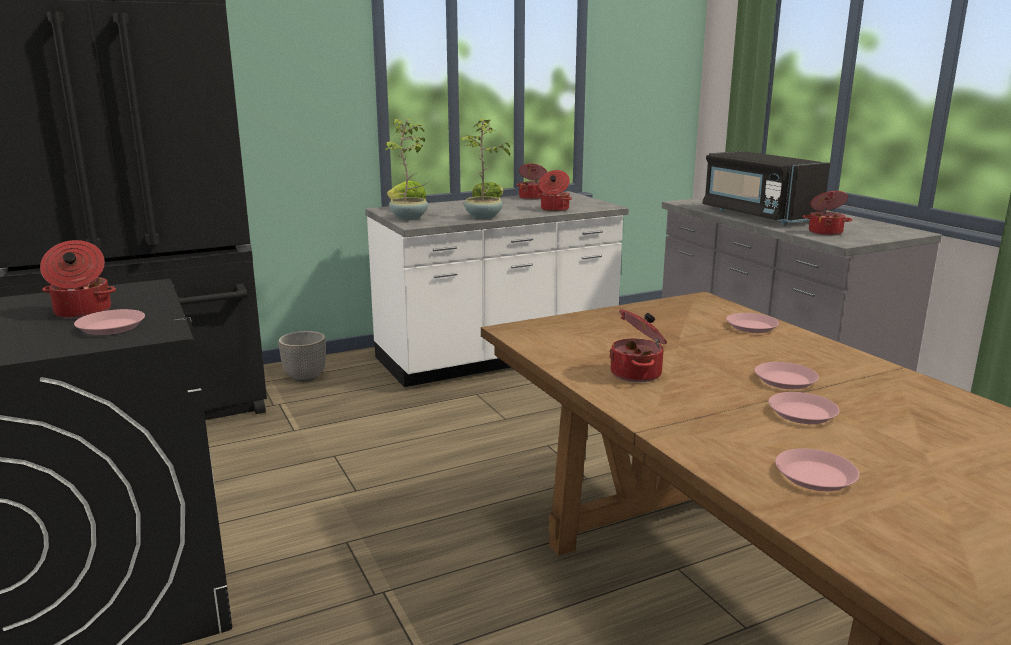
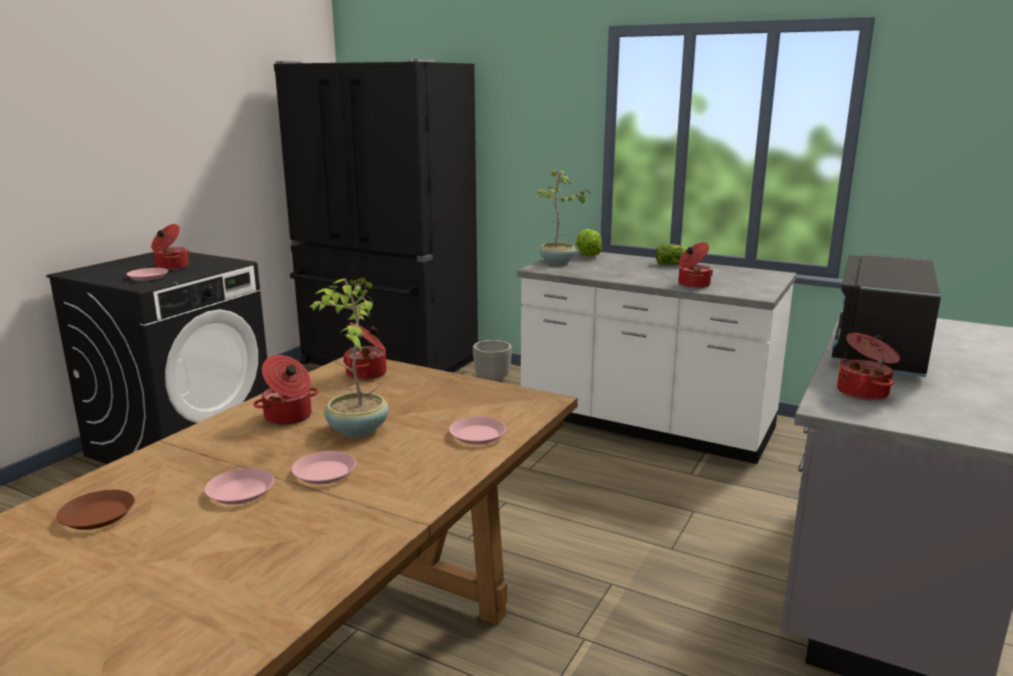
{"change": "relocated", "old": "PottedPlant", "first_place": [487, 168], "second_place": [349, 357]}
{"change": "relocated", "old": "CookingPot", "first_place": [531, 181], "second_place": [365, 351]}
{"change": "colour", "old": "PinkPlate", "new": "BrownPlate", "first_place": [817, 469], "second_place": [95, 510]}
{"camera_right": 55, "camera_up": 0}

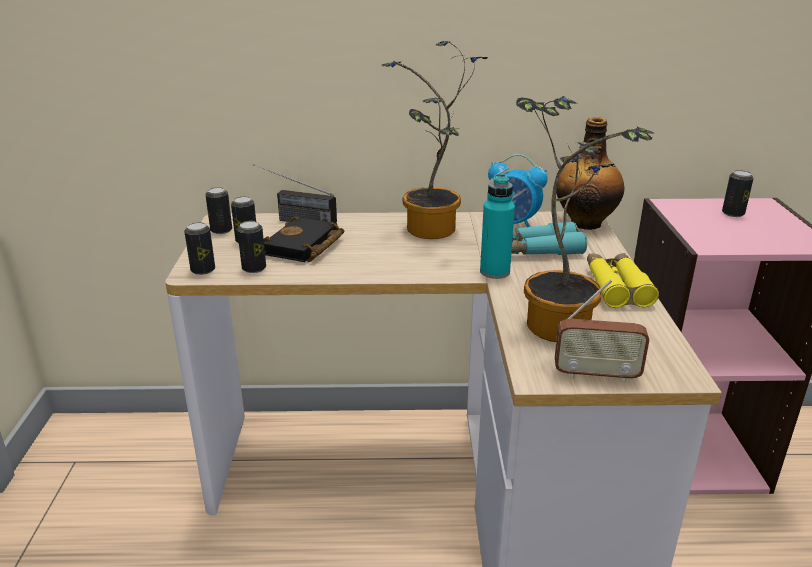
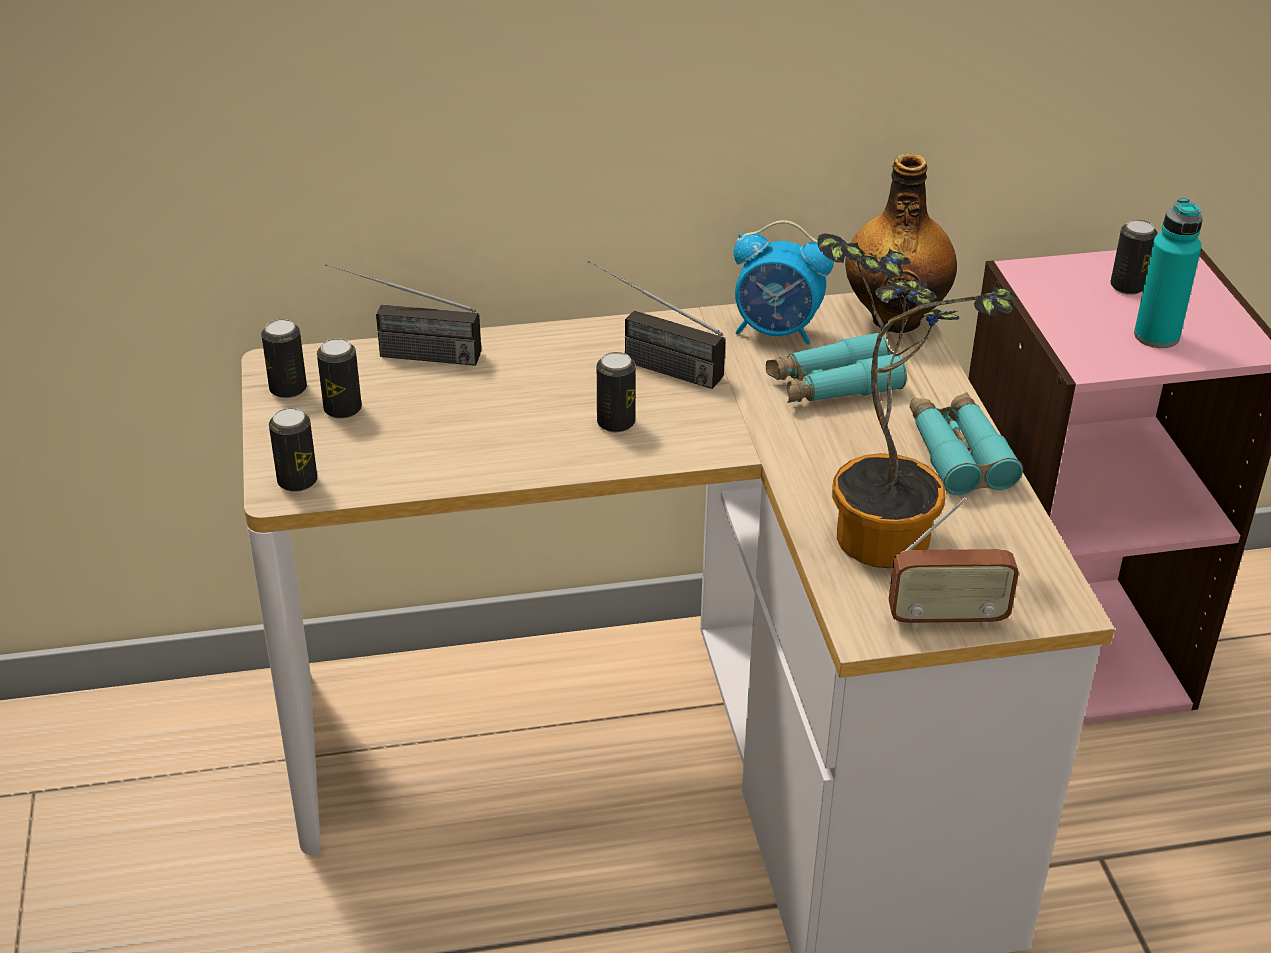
{"change": "exchanged", "old": "PottedPlant", "new": "Radio", "first_place": [435, 140], "second_place": [657, 324]}
{"change": "relocated", "old": "TurquoiseBottle", "first_place": [497, 226], "second_place": [1168, 273]}
{"change": "missing", "old": "BlackBook", "first_place": [304, 239]}
{"change": "relocated", "old": "Can", "first_place": [251, 247], "second_place": [616, 392]}
{"change": "colour", "old": "YellowBinoculars", "new": "TurquoiseBinoculars", "first_place": [623, 280], "second_place": [966, 443]}
{"camera_right": -10, "camera_up": 10}

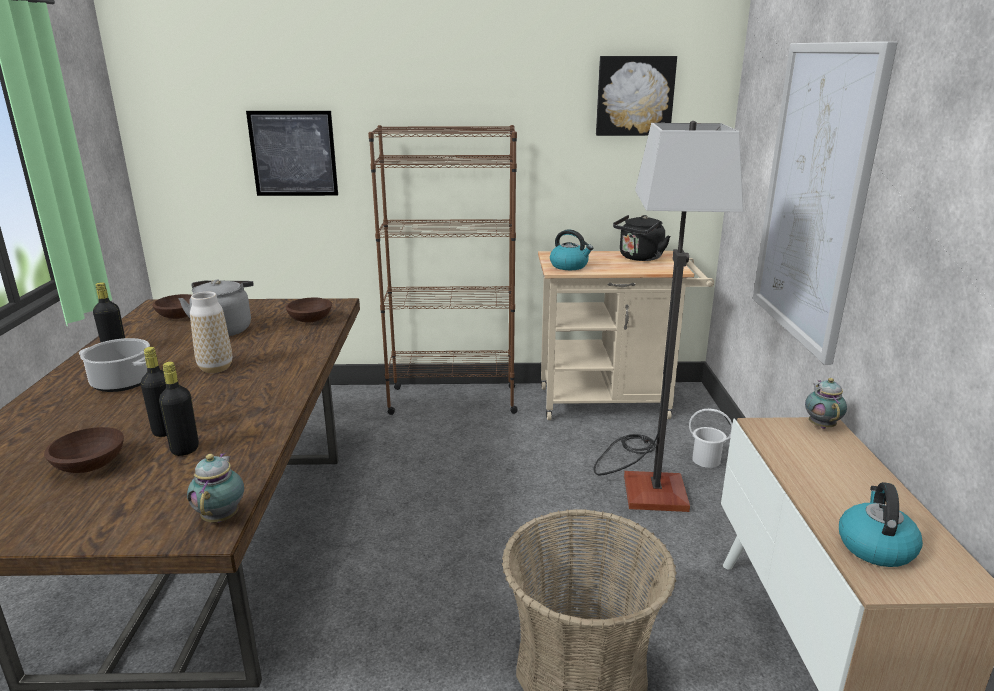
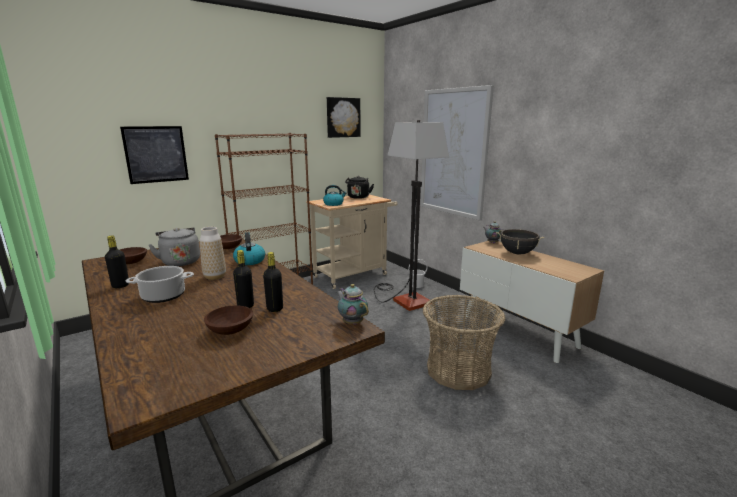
{"change": "relocated", "old": "Kettle", "first_place": [881, 524], "second_place": [249, 248]}
{"change": "appeared", "new": "BlackCookingPot", "second_place": [520, 242]}
{"camera_right": -35, "camera_up": -5}

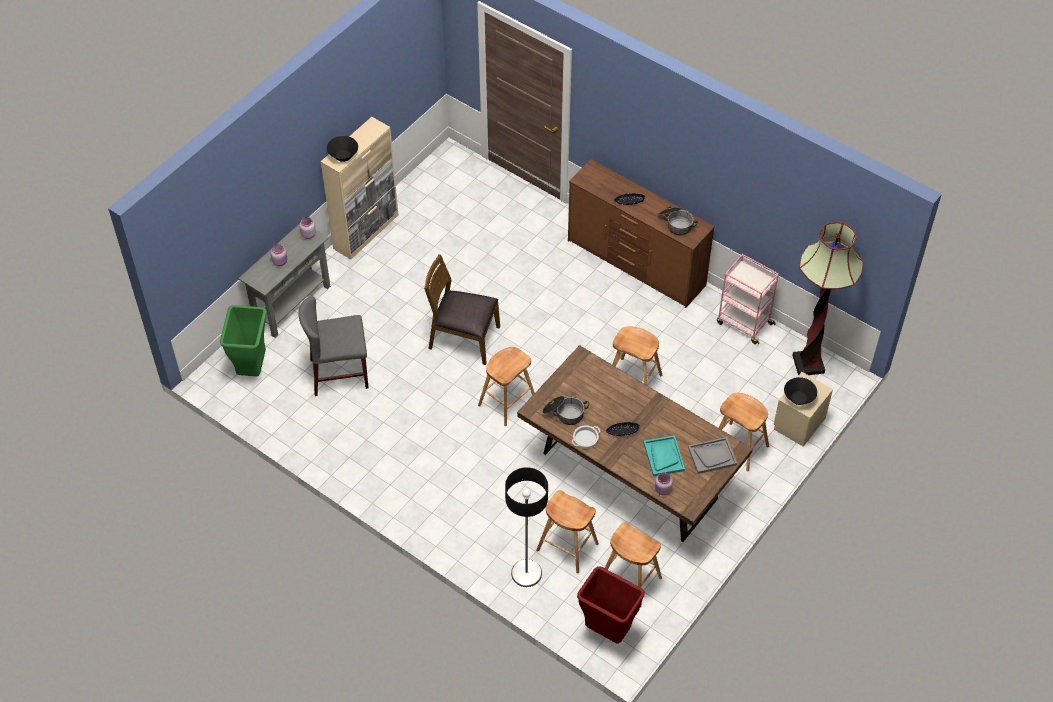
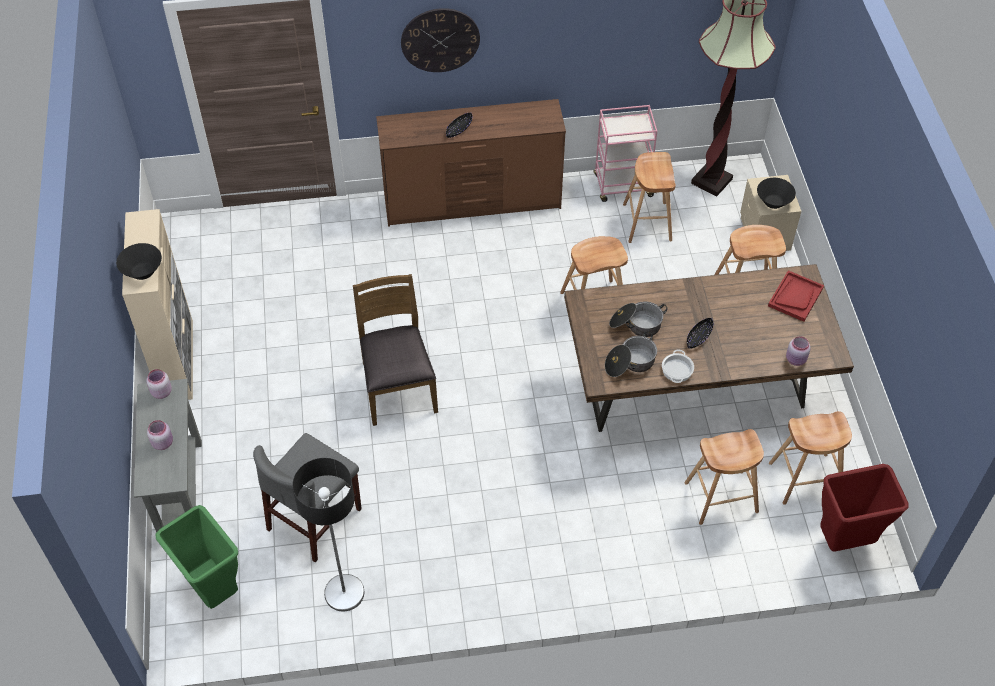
{"change": "relocated", "old": "CookingPot", "first_place": [678, 220], "second_place": [638, 319]}
{"change": "spun", "old": "BrownChair", "first_place": [462, 309], "second_place": [395, 350], "degrees": 105}
{"change": "relocated", "old": "BrownStool", "first_place": [506, 386], "second_place": [649, 197]}
{"change": "missing", "old": "TurquoiseTray", "first_place": [664, 455]}
{"change": "colour", "old": "GreyTray", "new": "RedTray", "first_place": [712, 455], "second_place": [796, 296]}
{"change": "relocated", "old": "FloorLamp", "first_place": [526, 527], "second_place": [328, 535]}
{"change": "appeared", "new": "WallClock", "second_place": [440, 40]}
{"camera_right": -45, "camera_up": 0}

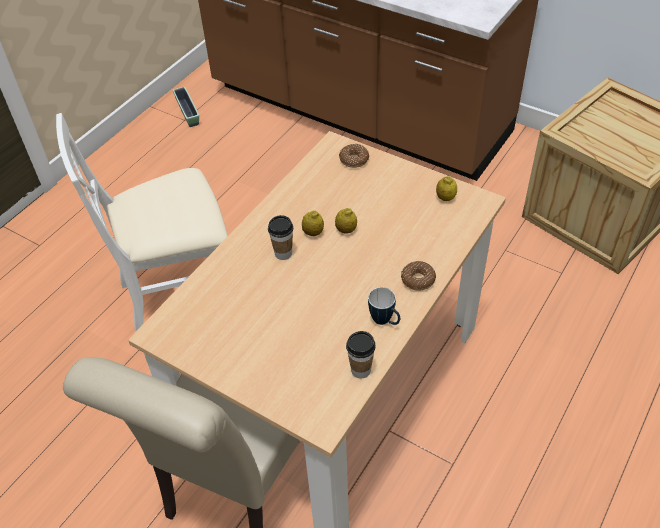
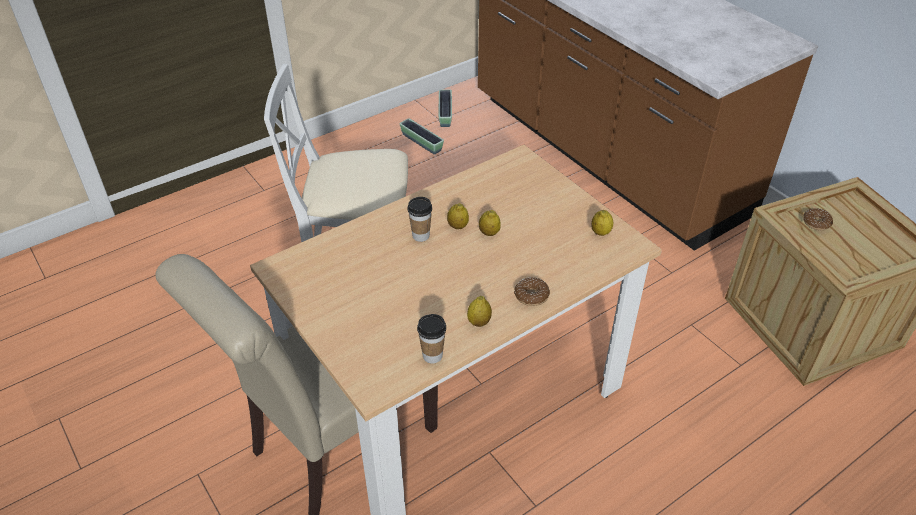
{"change": "relocated", "old": "Donut", "first_place": [354, 156], "second_place": [818, 219]}
{"change": "exchanged", "old": "Mug", "new": "Lemon", "first_place": [384, 306], "second_place": [479, 311]}
{"change": "appeared", "new": "Planter", "second_place": [422, 136]}
{"camera_right": 20, "camera_up": -5}

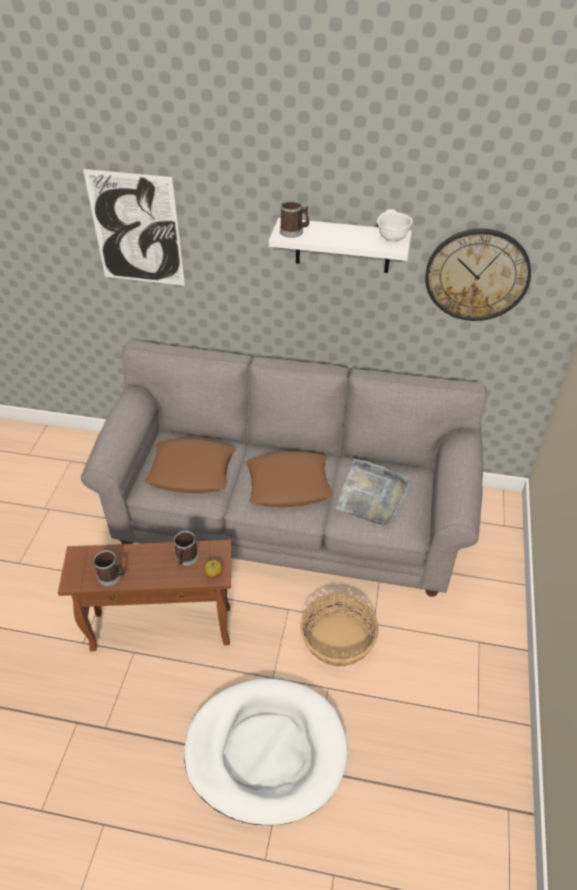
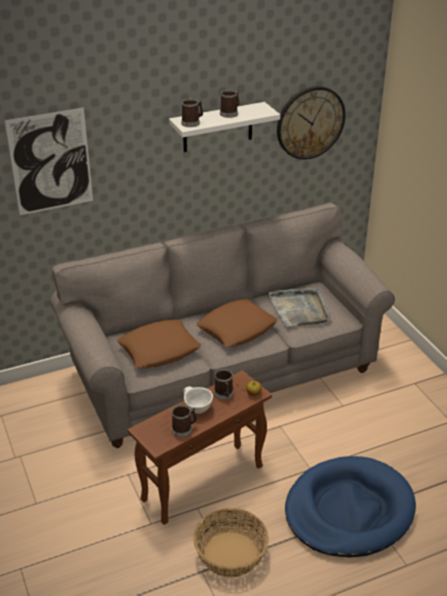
{"change": "relocated", "old": "WhiteBowl", "first_place": [395, 225], "second_place": [198, 400]}
{"change": "relocated", "old": "Basket", "first_place": [339, 629], "second_place": [231, 542]}
{"change": "colour", "old": "WhiteDogBed", "new": "BlueDogBed", "first_place": [266, 752], "second_place": [350, 507]}
{"change": "appeared", "new": "Mug", "second_place": [229, 104]}
{"camera_right": -35, "camera_up": -10}

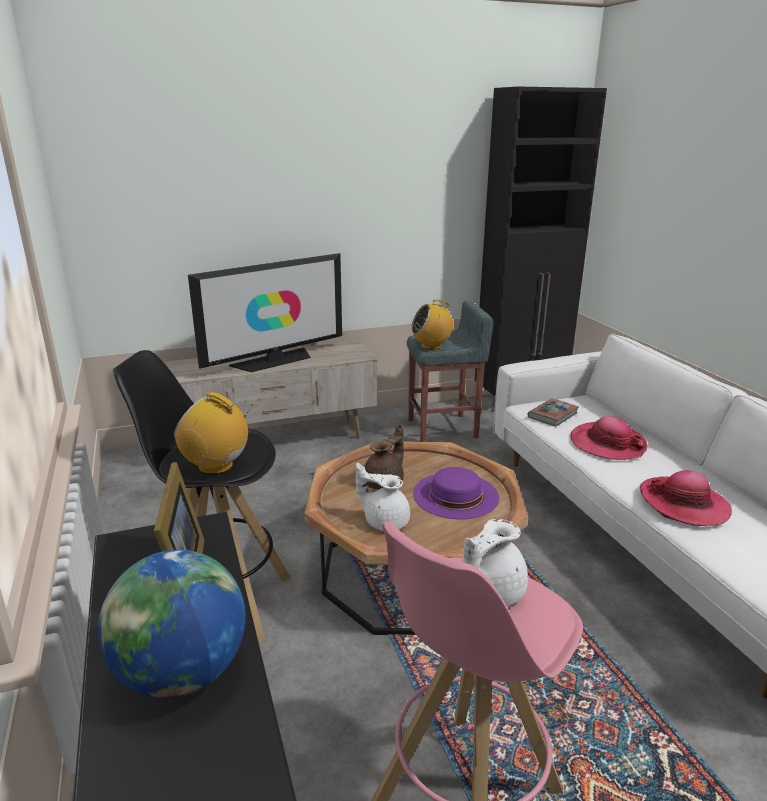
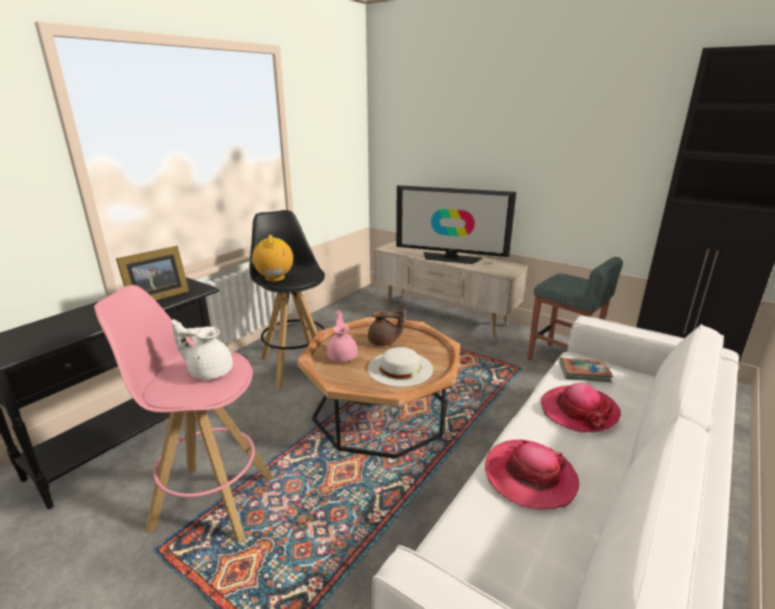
{"change": "missing", "old": "Radio", "first_place": [432, 324]}
{"change": "colour", "old": "WhiteTeapot", "new": "PinkTeapot", "first_place": [383, 497], "second_place": [342, 336]}
{"change": "colour", "old": "PurpleHat", "new": "WhiteHat", "first_place": [456, 493], "second_place": [400, 367]}
{"change": "missing", "old": "Globe", "first_place": [171, 624]}
{"camera_right": 55, "camera_up": 0}

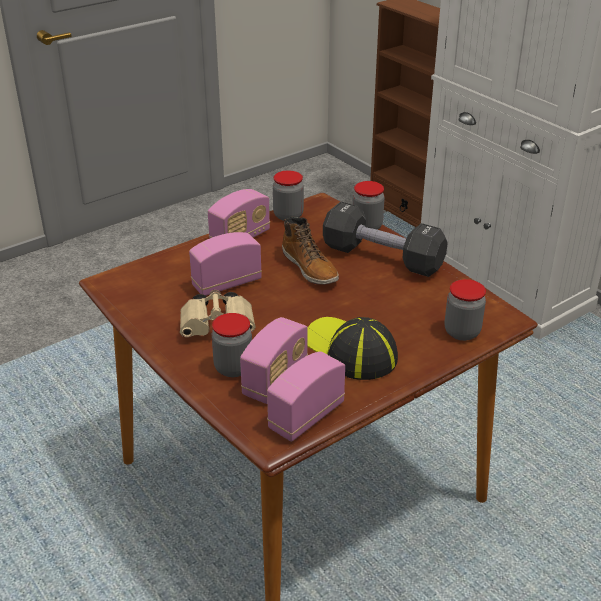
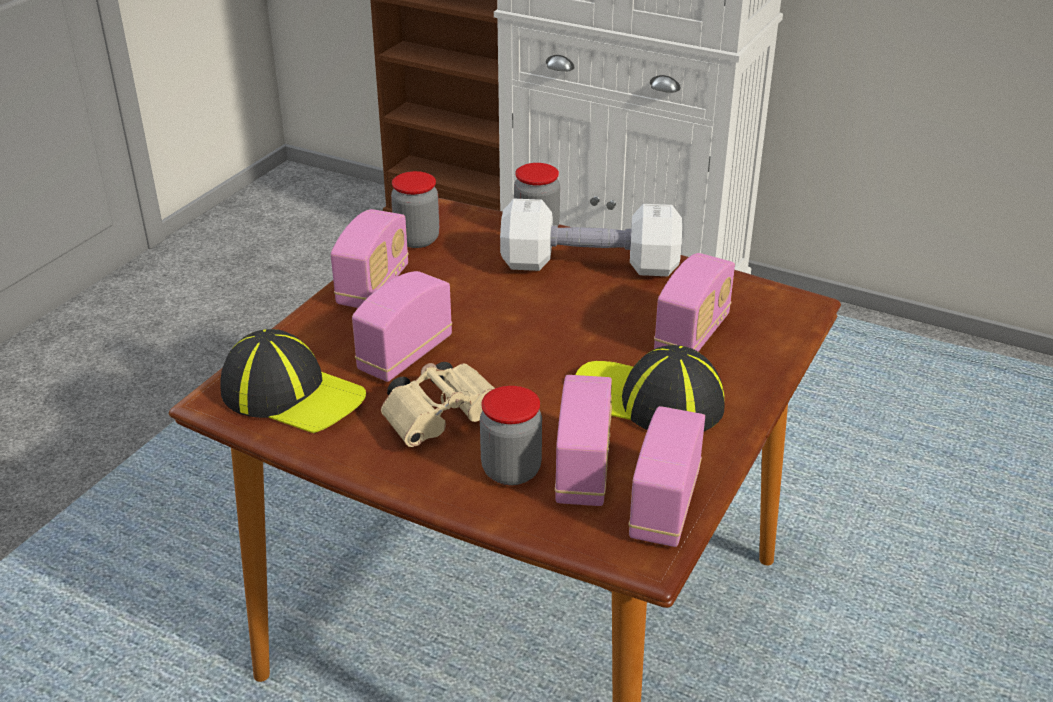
{"change": "colour", "old": "BlackDumbbell", "new": "WhiteDumbbell", "first_place": [385, 239], "second_place": [591, 237]}
{"change": "missing", "old": "Boot", "first_place": [310, 251]}
{"change": "missing", "old": "Jar", "first_place": [465, 310]}
{"change": "appeared", "new": "Radio", "second_place": [694, 302]}
{"change": "appeared", "new": "Cap", "second_place": [293, 381]}
{"camera_right": -25, "camera_up": 0}

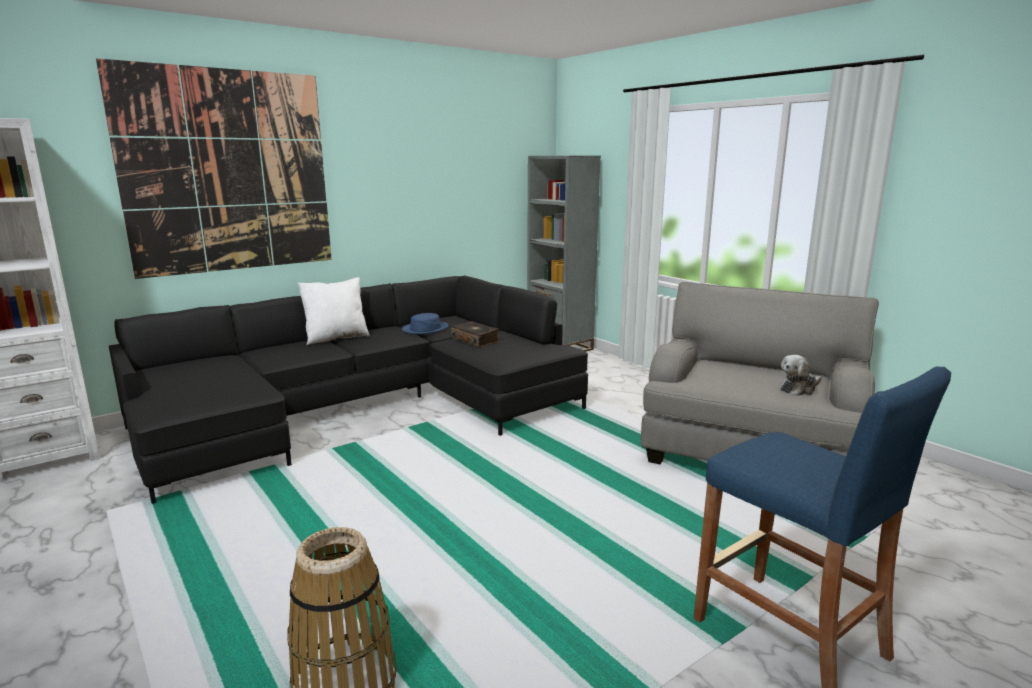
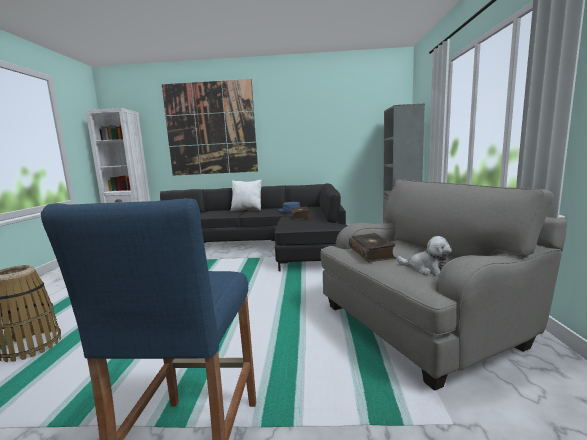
{"change": "spun", "old": "PlushToy", "first_place": [801, 375], "second_place": [424, 255], "degrees": -150}
{"change": "appeared", "new": "Book", "second_place": [372, 247]}
{"camera_right": 40, "camera_up": -5}

